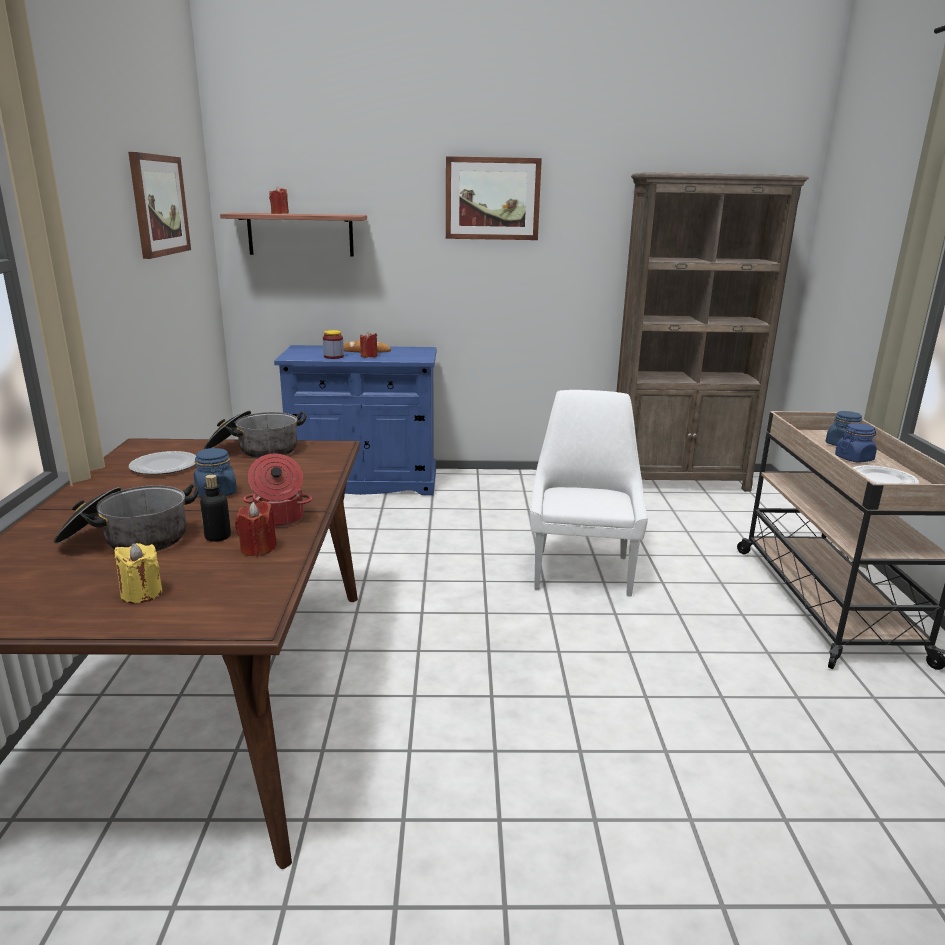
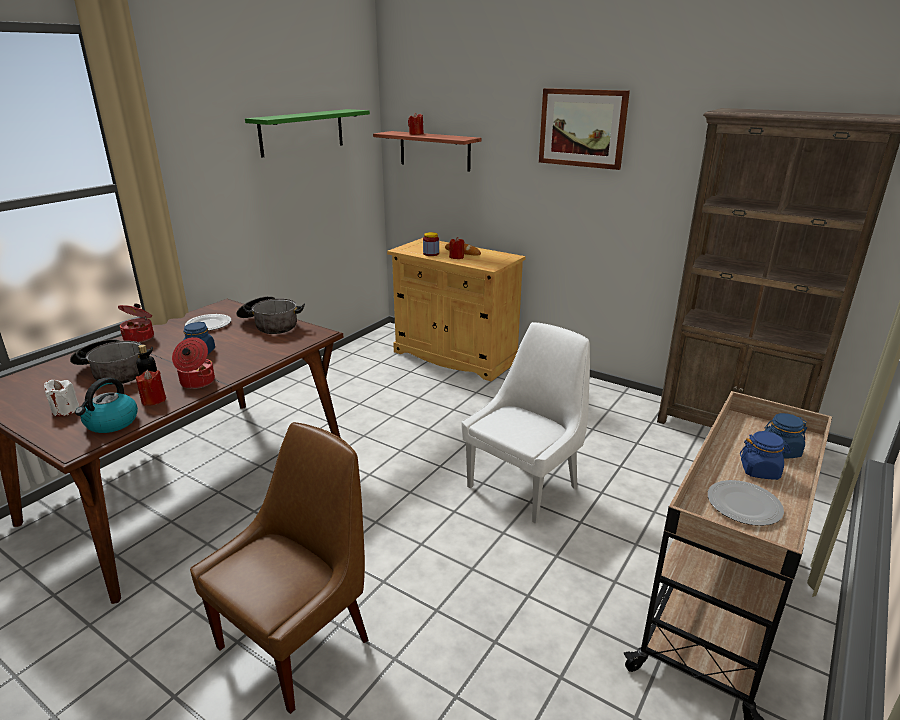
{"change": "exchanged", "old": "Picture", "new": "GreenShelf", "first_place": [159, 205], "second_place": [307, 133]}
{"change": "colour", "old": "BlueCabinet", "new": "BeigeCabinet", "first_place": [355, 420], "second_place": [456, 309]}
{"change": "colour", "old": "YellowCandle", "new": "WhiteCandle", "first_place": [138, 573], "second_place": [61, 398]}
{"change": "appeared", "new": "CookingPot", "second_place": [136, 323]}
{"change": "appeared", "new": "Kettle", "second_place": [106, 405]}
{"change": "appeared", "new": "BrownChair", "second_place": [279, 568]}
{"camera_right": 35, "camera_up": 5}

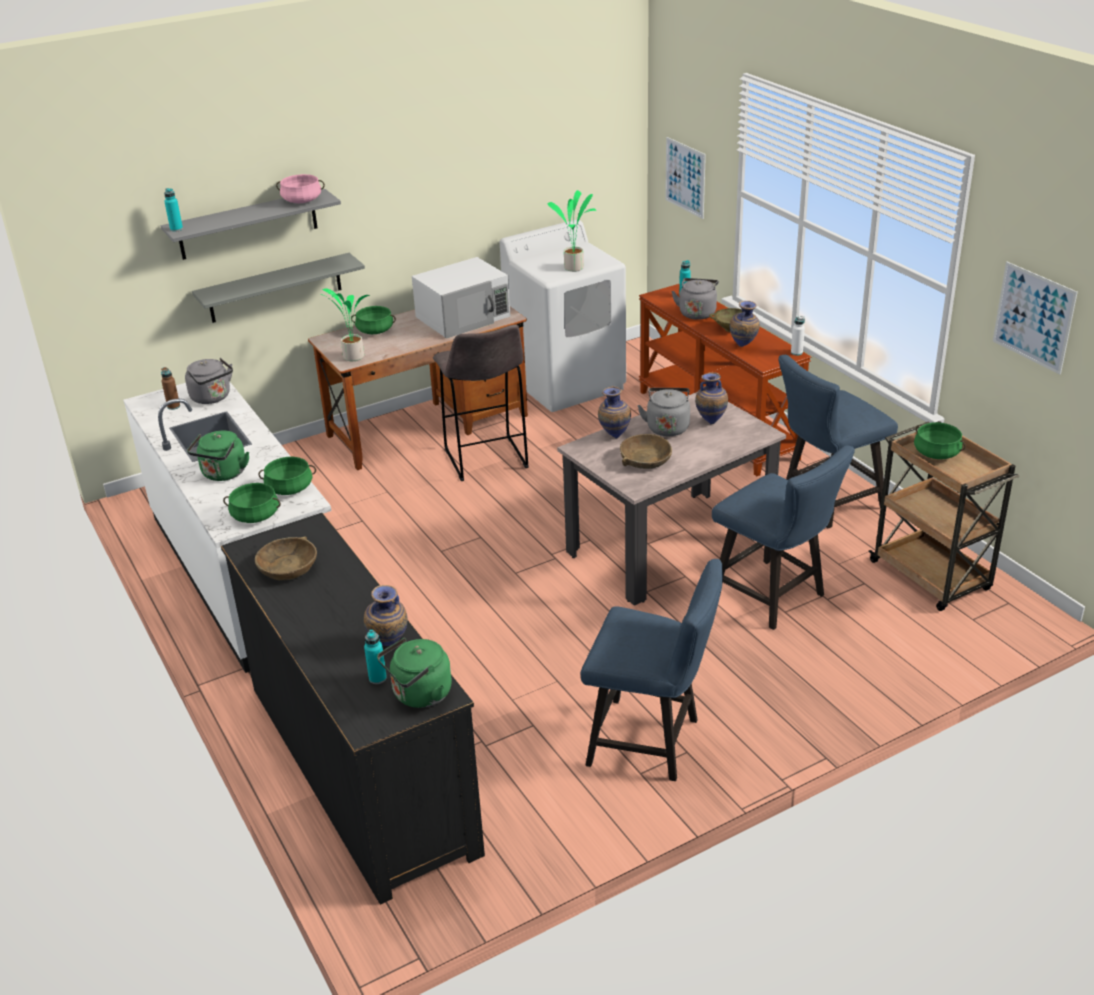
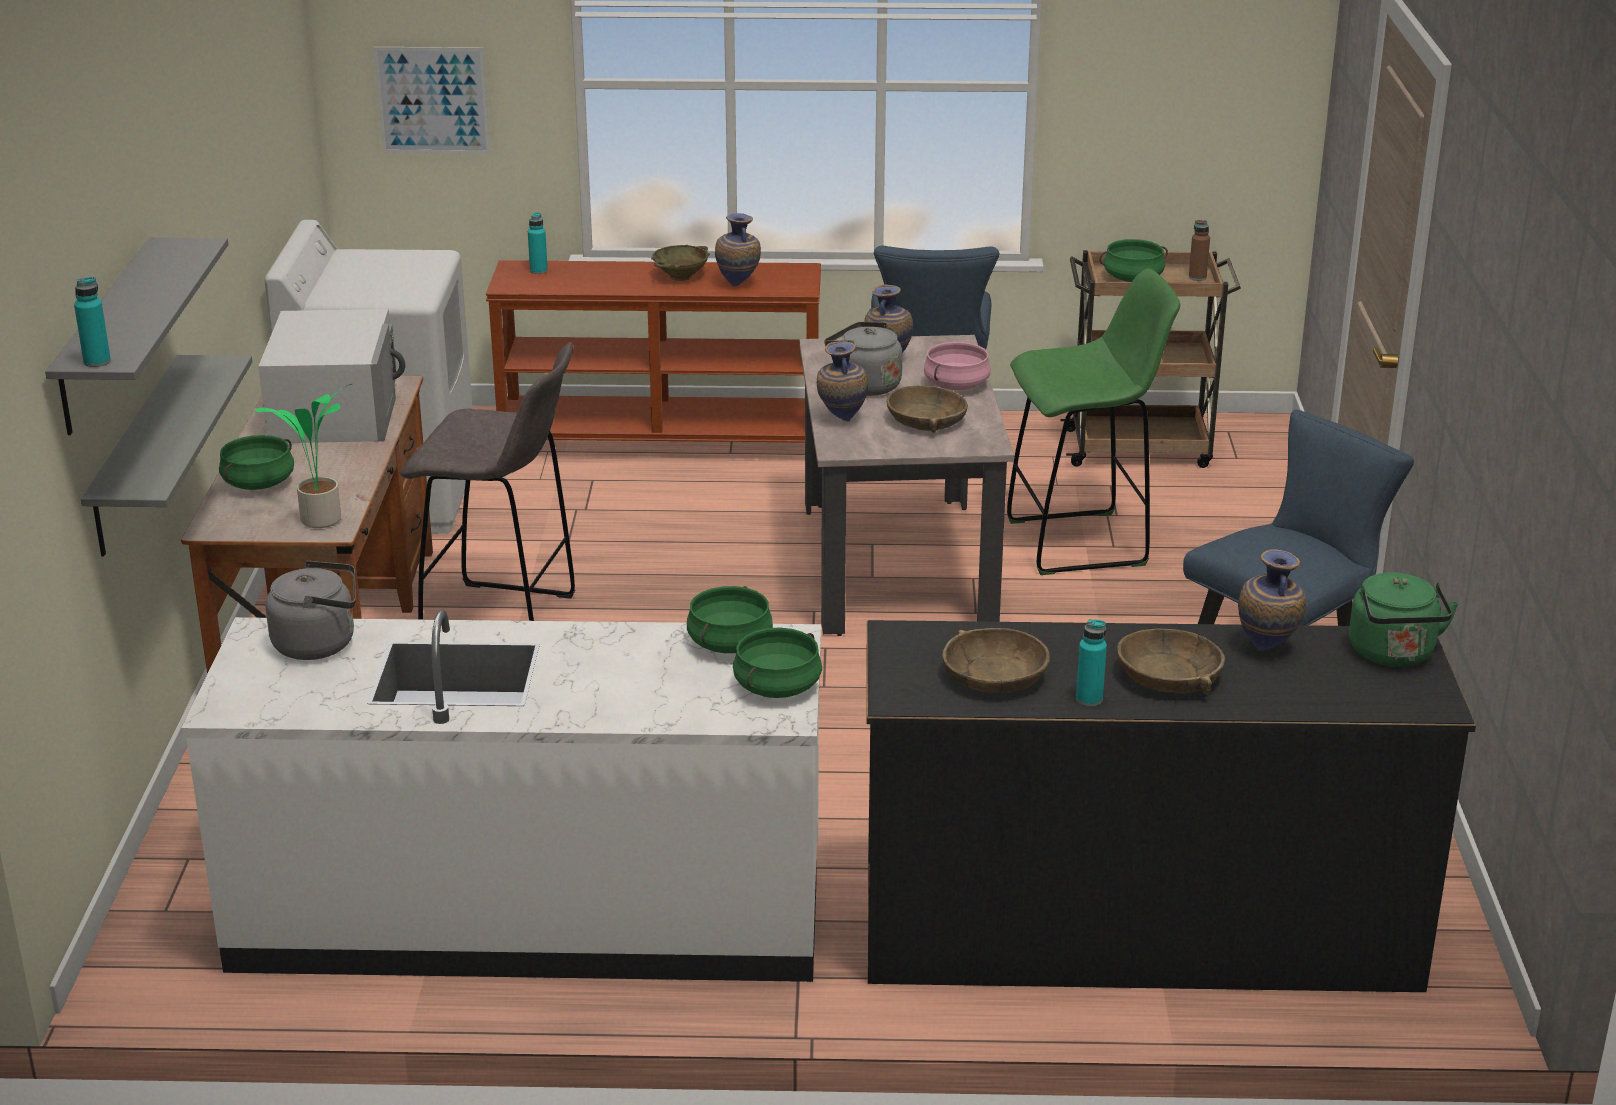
{"change": "relocated", "old": "PinkCookingPot", "first_place": [300, 188], "second_place": [957, 366]}
{"change": "missing", "old": "PottedPlant", "first_place": [571, 231]}
{"change": "missing", "old": "Picture", "first_place": [1035, 318]}
{"change": "missing", "old": "GreyKettle", "first_place": [695, 299]}
{"change": "missing", "old": "WhiteBottle", "first_place": [798, 336]}
{"change": "relocated", "old": "BrownBottle", "first_place": [170, 388], "second_place": [1199, 250]}
{"change": "missing", "old": "GreenKettle", "first_place": [218, 455]}
{"change": "exchanged", "old": "BlueChair", "new": "GreenStool", "first_place": [783, 537], "second_place": [1093, 421]}
{"change": "relocated", "old": "TurquoiseBottle", "first_place": [375, 657], "second_place": [1091, 662]}
{"change": "appeared", "new": "BrownBowl", "second_place": [1171, 661]}
{"camera_right": -60, "camera_up": -5}

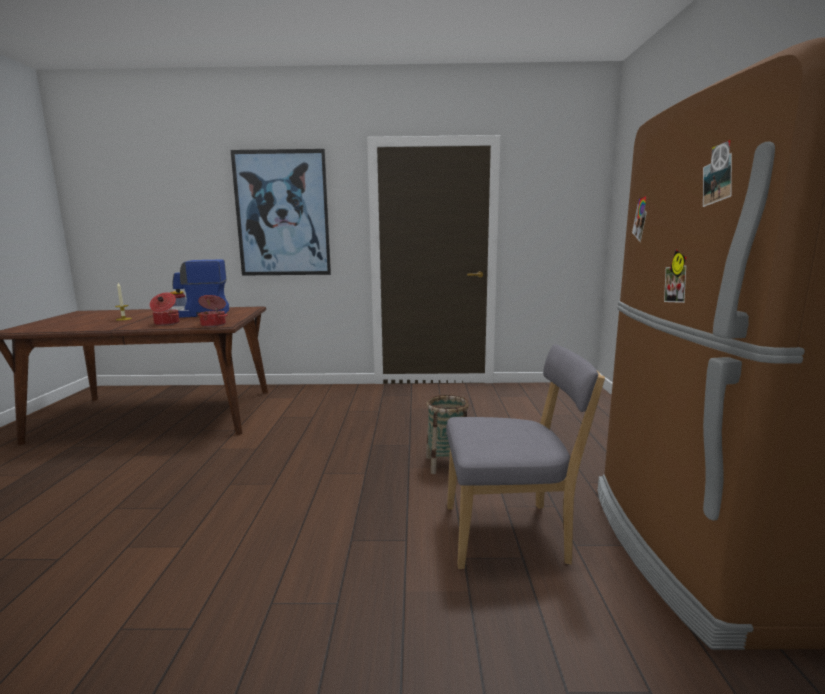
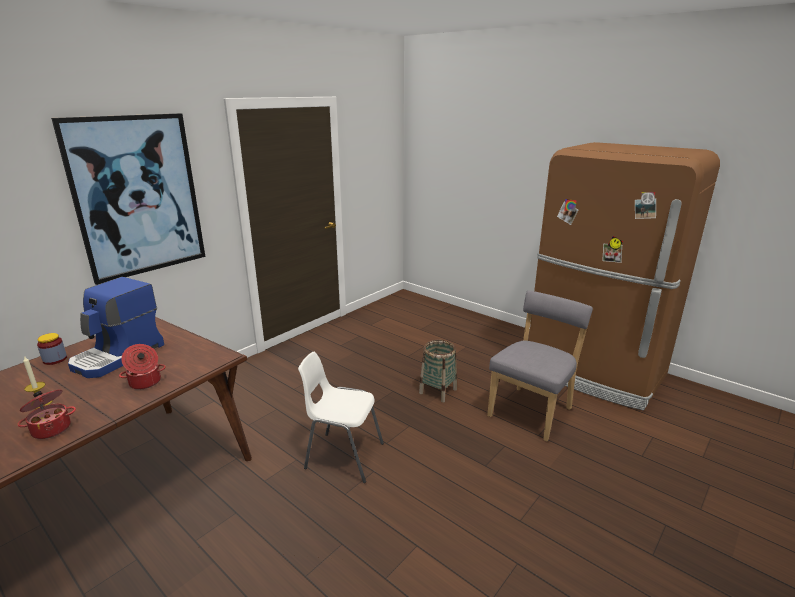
{"change": "relocated", "old": "CookingPot", "first_place": [212, 311], "second_place": [46, 414]}
{"change": "appeared", "new": "WhiteChair", "second_place": [341, 417]}
{"camera_right": -50, "camera_up": 10}

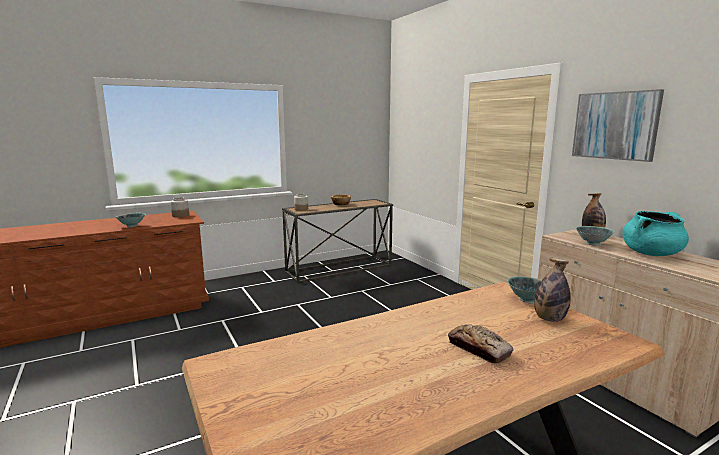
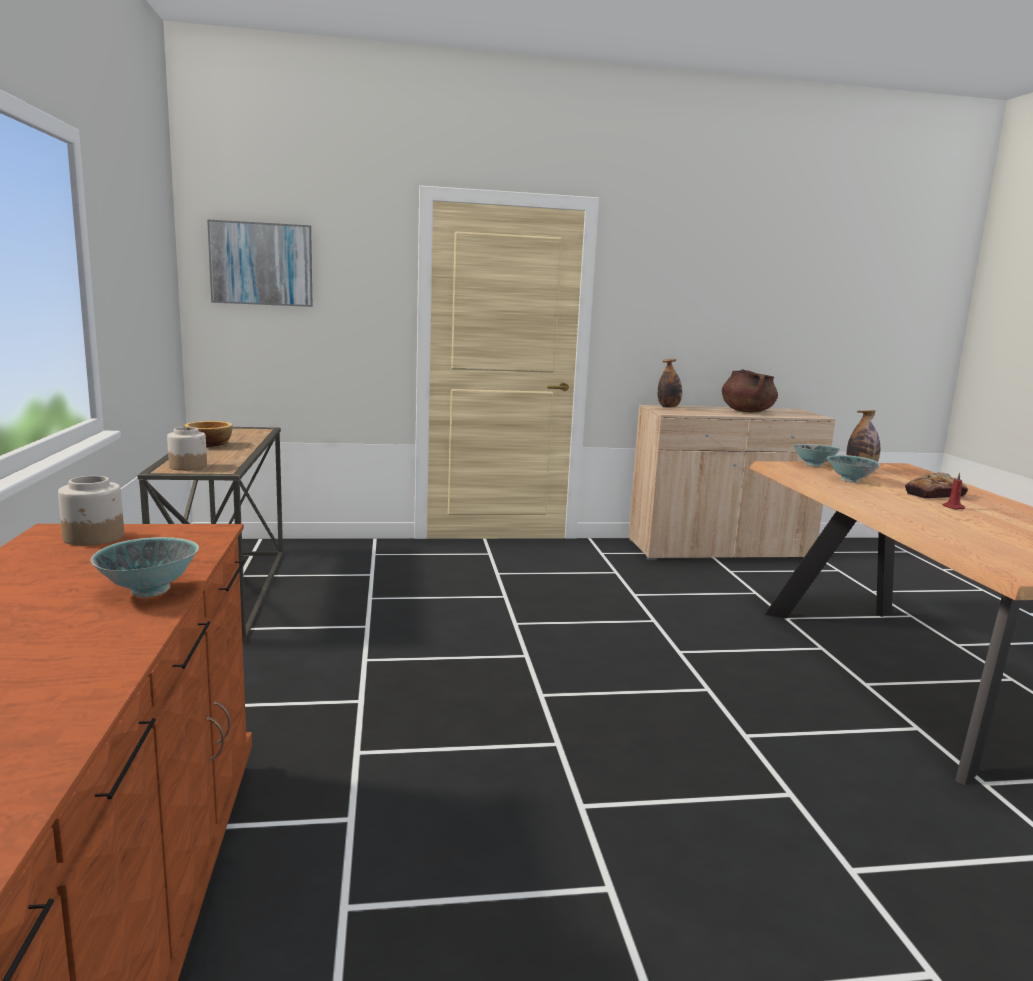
{"change": "relocated", "old": "Picture", "first_place": [618, 125], "second_place": [260, 263]}
{"change": "colour", "old": "TurquoiseCookingPot", "new": "BrownCookingPot", "first_place": [655, 233], "second_place": [750, 390]}
{"change": "relocated", "old": "Bowl", "first_place": [595, 236], "second_place": [853, 469]}
{"change": "appeared", "new": "RedCandle", "second_place": [954, 490]}
{"camera_right": -70, "camera_up": 0}

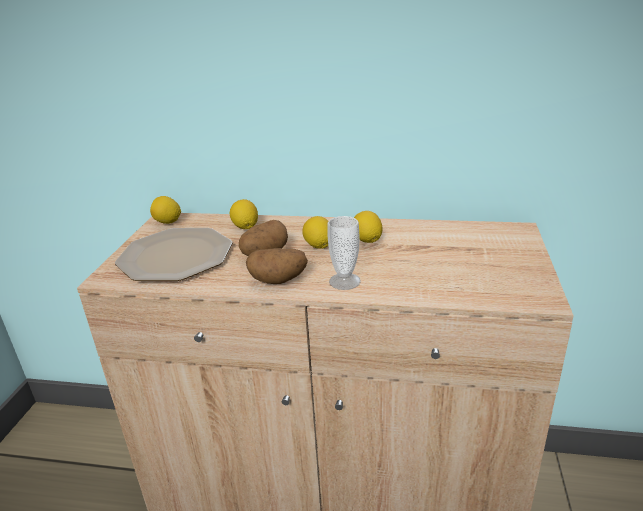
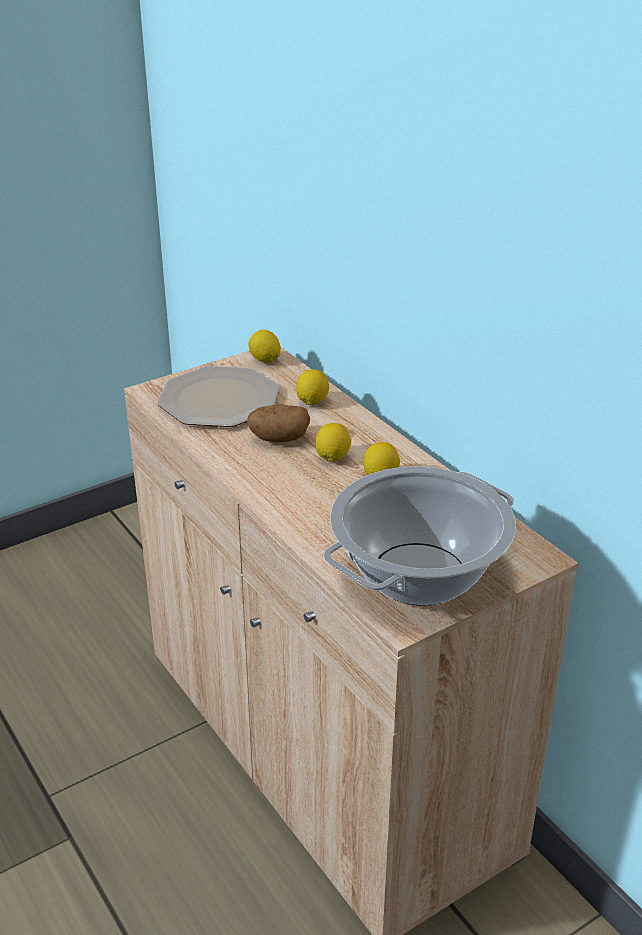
{"change": "missing", "old": "Cup", "first_place": [344, 253]}
{"change": "missing", "old": "Potato", "first_place": [277, 266]}
{"change": "appeared", "new": "CookingPot", "second_place": [419, 536]}
{"camera_right": 45, "camera_up": 5}

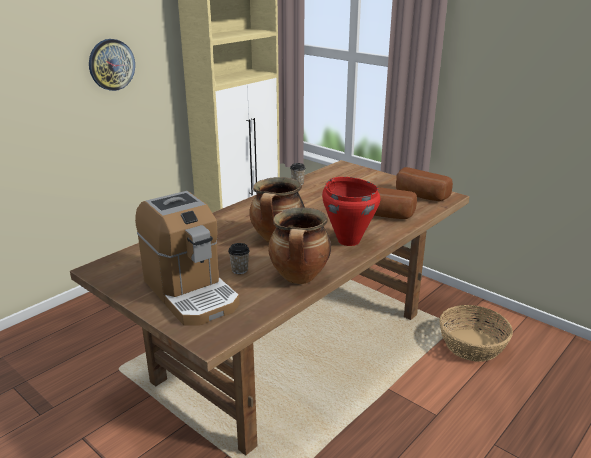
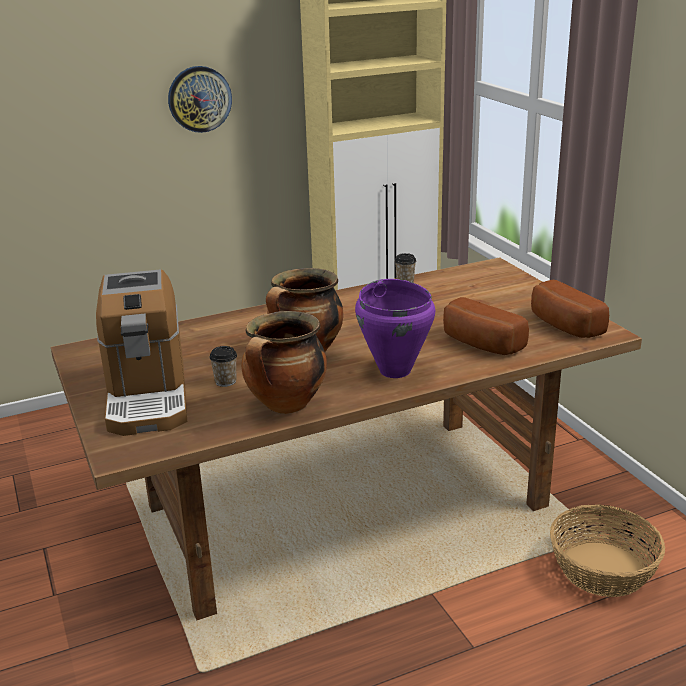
{"change": "colour", "old": "RedCookingPot", "new": "PurpleCookingPot", "first_place": [351, 211], "second_place": [395, 328]}
{"camera_right": 25, "camera_up": 0}

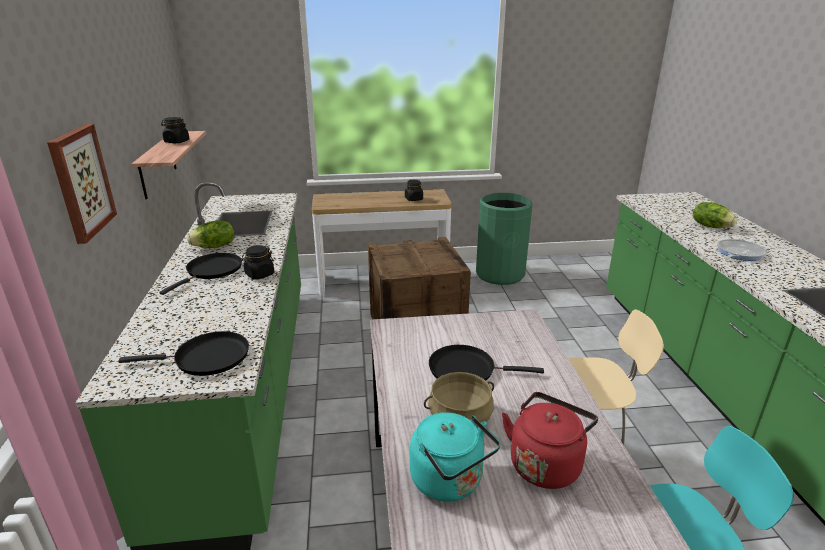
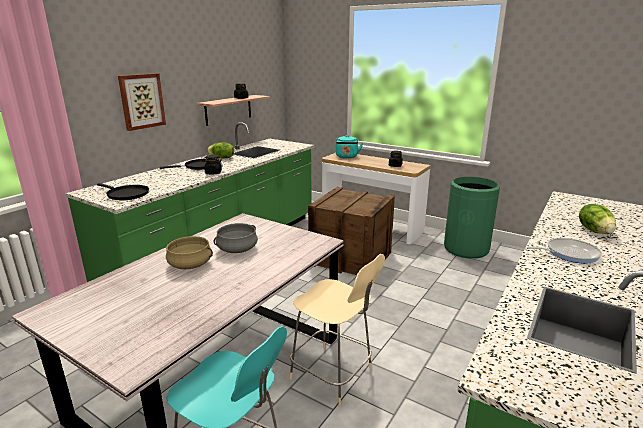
{"change": "exchanged", "old": "BlackFryingPan", "new": "GreyCookingPot", "first_place": [486, 363], "second_place": [236, 238]}
{"change": "missing", "old": "RedKettle", "first_place": [550, 440]}
{"change": "relocated", "old": "TurquoiseKettle", "first_place": [455, 457], "second_place": [349, 146]}
{"camera_right": 40, "camera_up": -5}

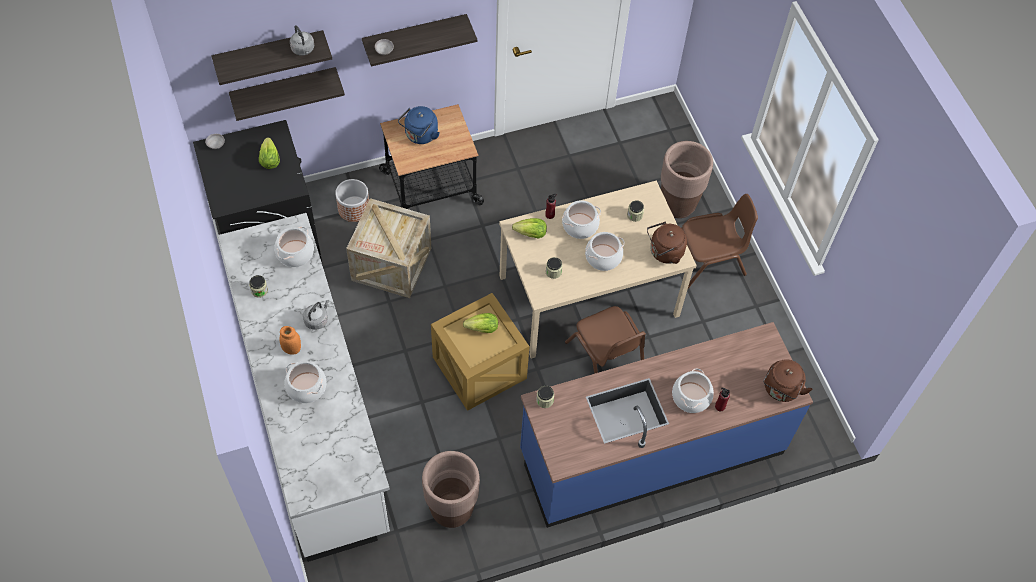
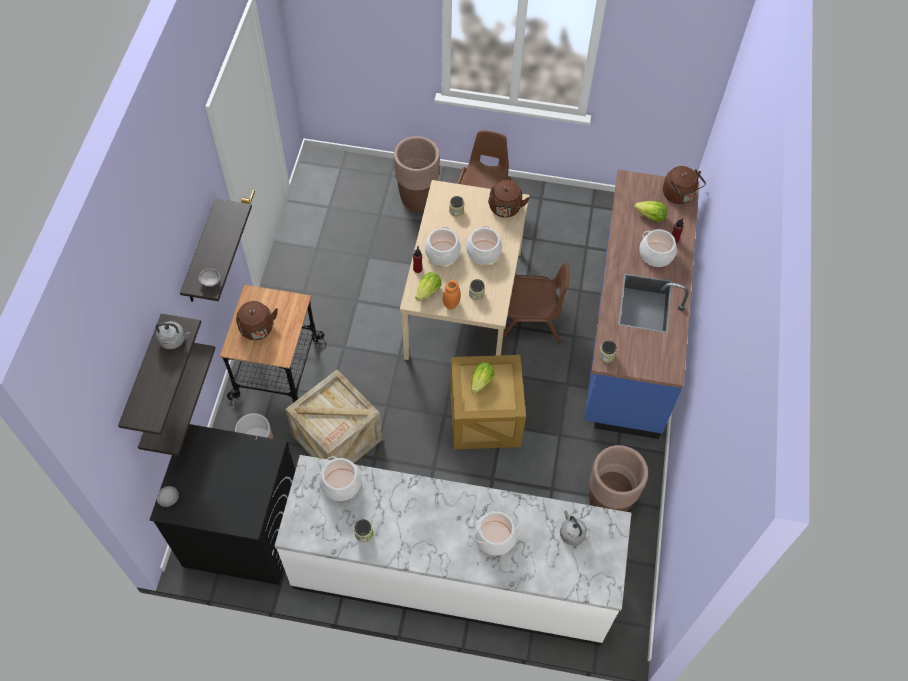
{"change": "colour", "old": "BlueKettle", "new": "BrownKettle", "first_place": [419, 125], "second_place": [257, 320]}
{"change": "relocated", "old": "Lettuce", "first_place": [269, 153], "second_place": [651, 211]}
{"change": "relocated", "old": "GreyKettle", "first_place": [316, 315], "second_place": [573, 527]}
{"change": "relocated", "old": "OrangeJar", "first_place": [290, 340], "second_place": [452, 294]}
{"camera_right": -60, "camera_up": 0}

